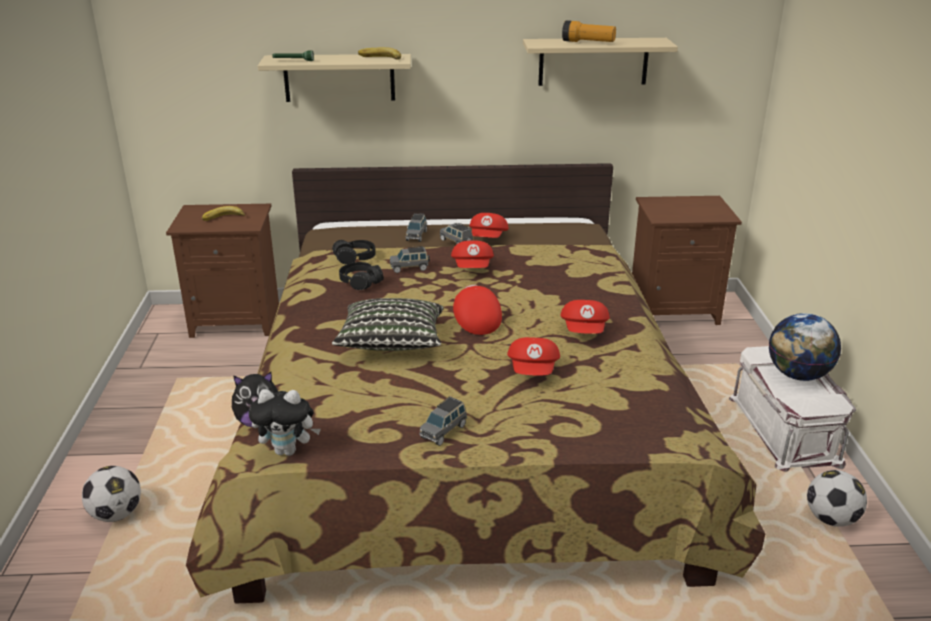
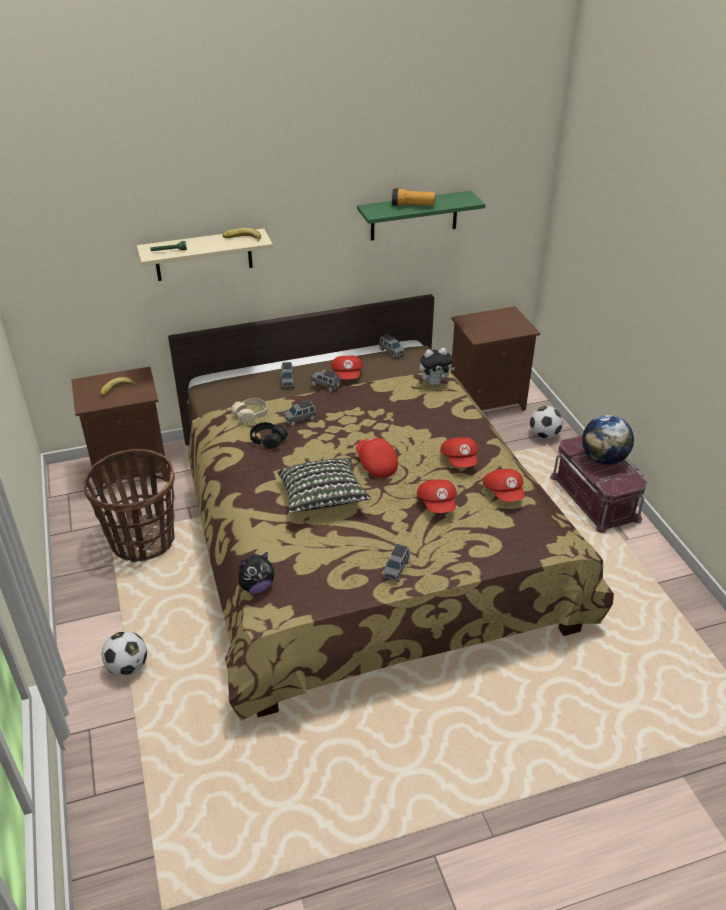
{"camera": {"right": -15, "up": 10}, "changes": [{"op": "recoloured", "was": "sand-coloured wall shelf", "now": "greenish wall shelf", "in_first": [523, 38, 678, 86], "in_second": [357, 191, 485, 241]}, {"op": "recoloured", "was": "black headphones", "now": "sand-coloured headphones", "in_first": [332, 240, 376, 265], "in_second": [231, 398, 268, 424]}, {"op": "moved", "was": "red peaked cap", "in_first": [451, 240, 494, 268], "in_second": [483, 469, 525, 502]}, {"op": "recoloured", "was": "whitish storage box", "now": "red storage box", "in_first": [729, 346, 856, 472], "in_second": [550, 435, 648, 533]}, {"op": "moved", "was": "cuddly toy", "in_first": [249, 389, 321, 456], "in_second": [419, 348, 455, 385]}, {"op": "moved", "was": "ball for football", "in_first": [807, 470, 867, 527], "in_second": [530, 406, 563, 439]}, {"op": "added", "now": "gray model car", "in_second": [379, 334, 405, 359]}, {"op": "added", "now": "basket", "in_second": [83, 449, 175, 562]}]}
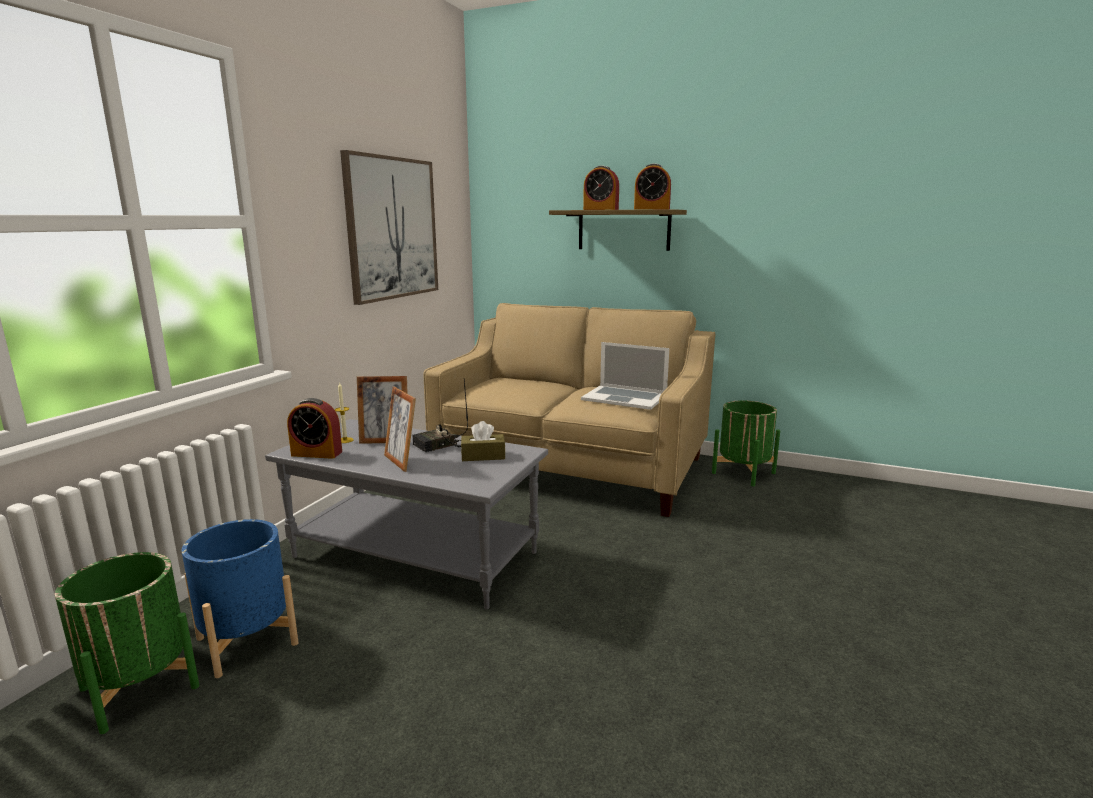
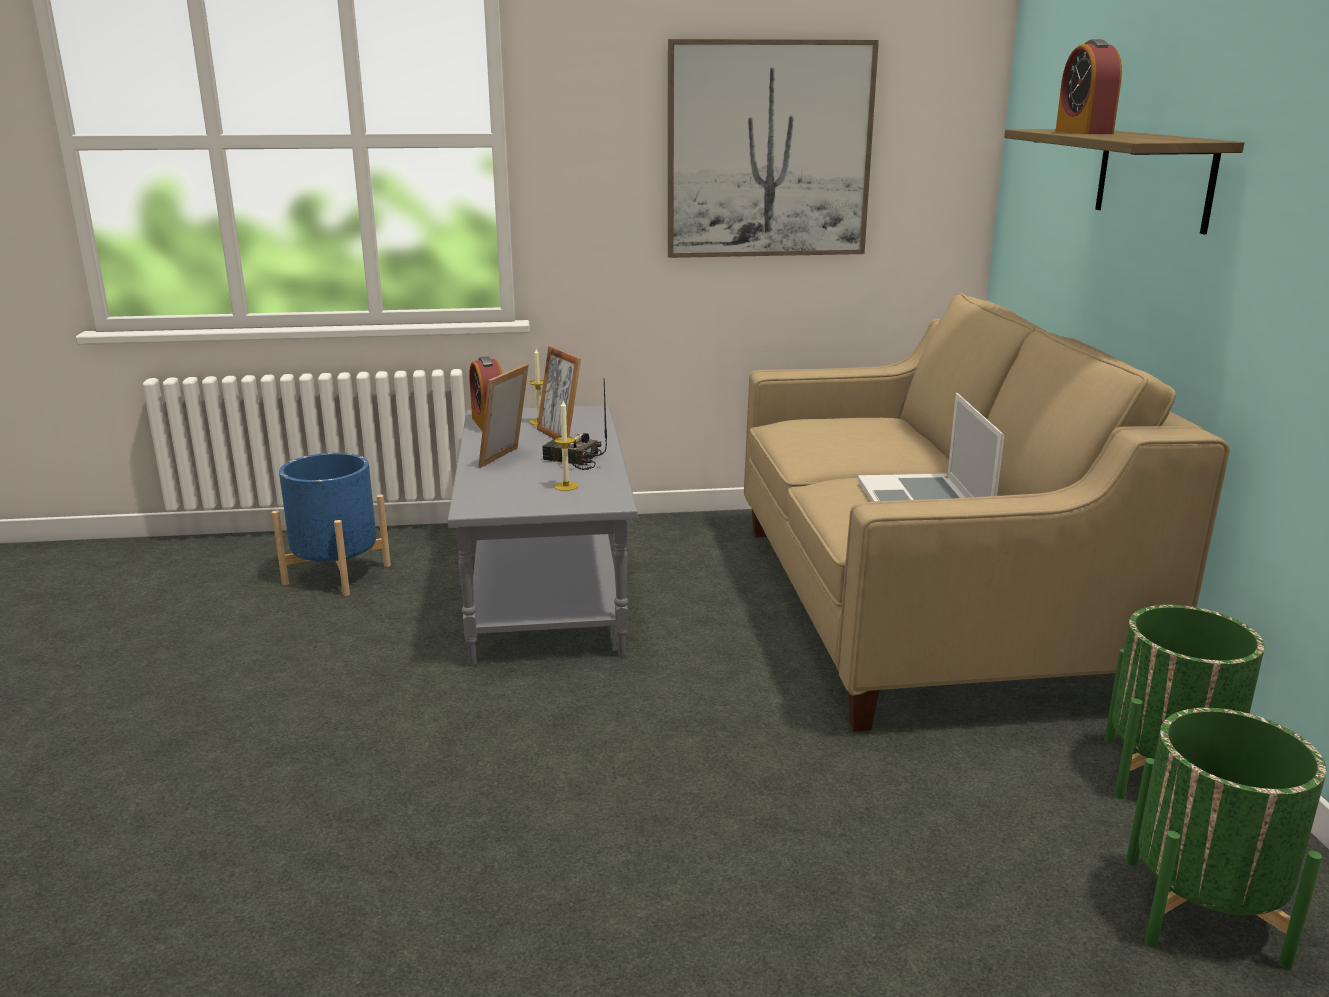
{"camera": {"right": 60, "up": 5}, "changes": [{"op": "removed", "was": "alarm clock", "in_first": [634, 163, 671, 210]}, {"op": "replaced", "was": "brown-coloured tissue box", "now": "wax candle", "in_first": [461, 421, 505, 461], "in_second": [554, 401, 578, 491]}, {"op": "moved", "was": "greenish planter", "in_first": [55, 552, 199, 734], "in_second": [1126, 708, 1327, 970]}]}
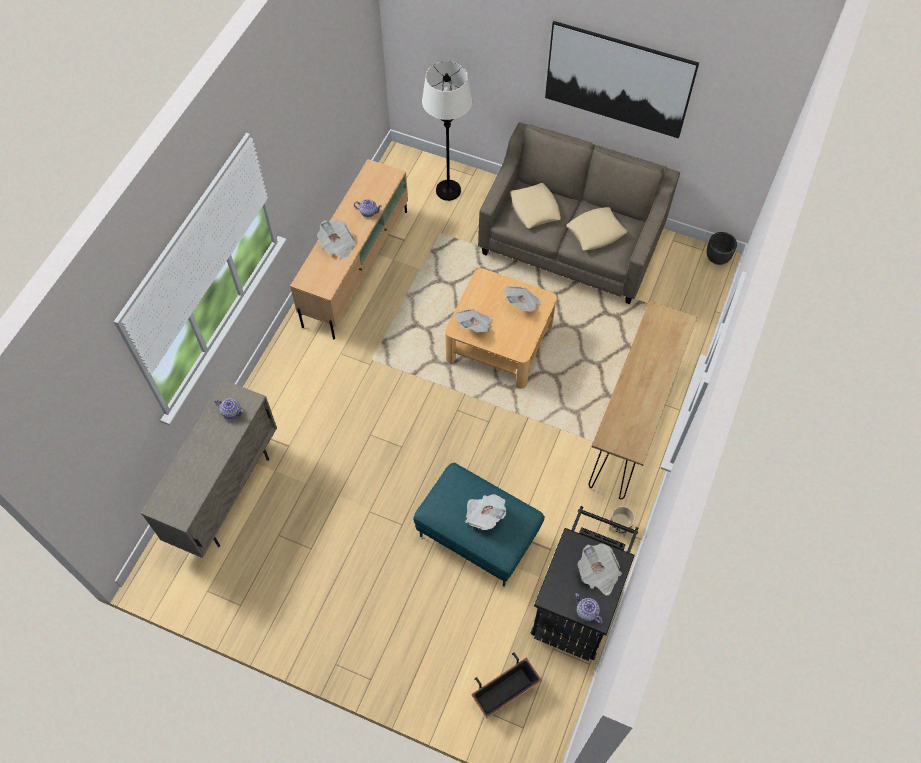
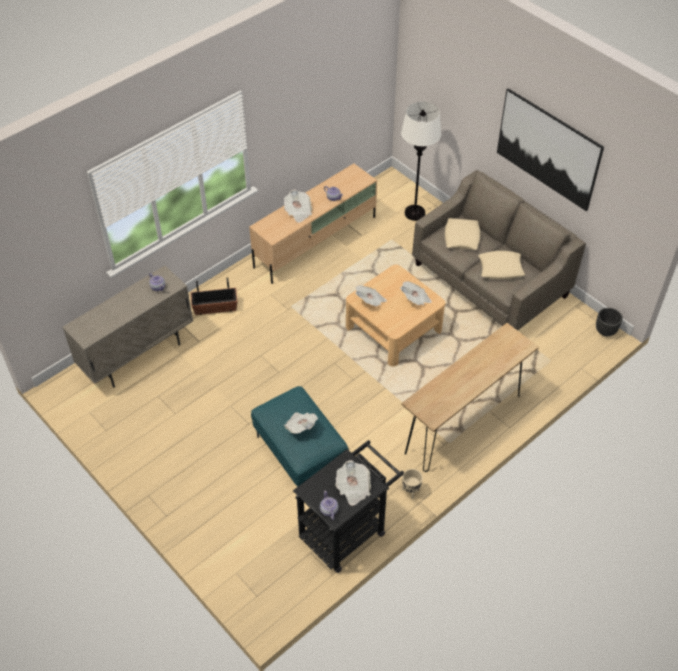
{"camera": {"right": 25, "up": -10}, "changes": [{"op": "moved", "was": "planter", "in_first": [471, 652, 542, 718], "in_second": [191, 278, 237, 315]}]}
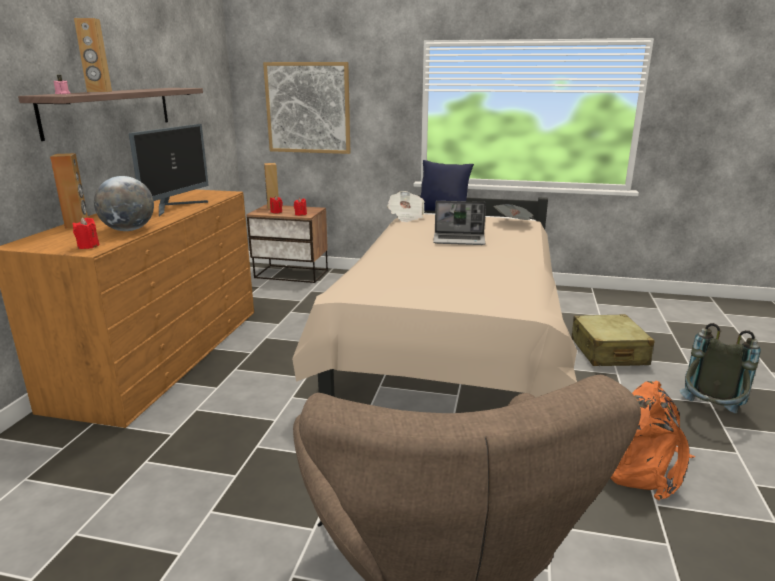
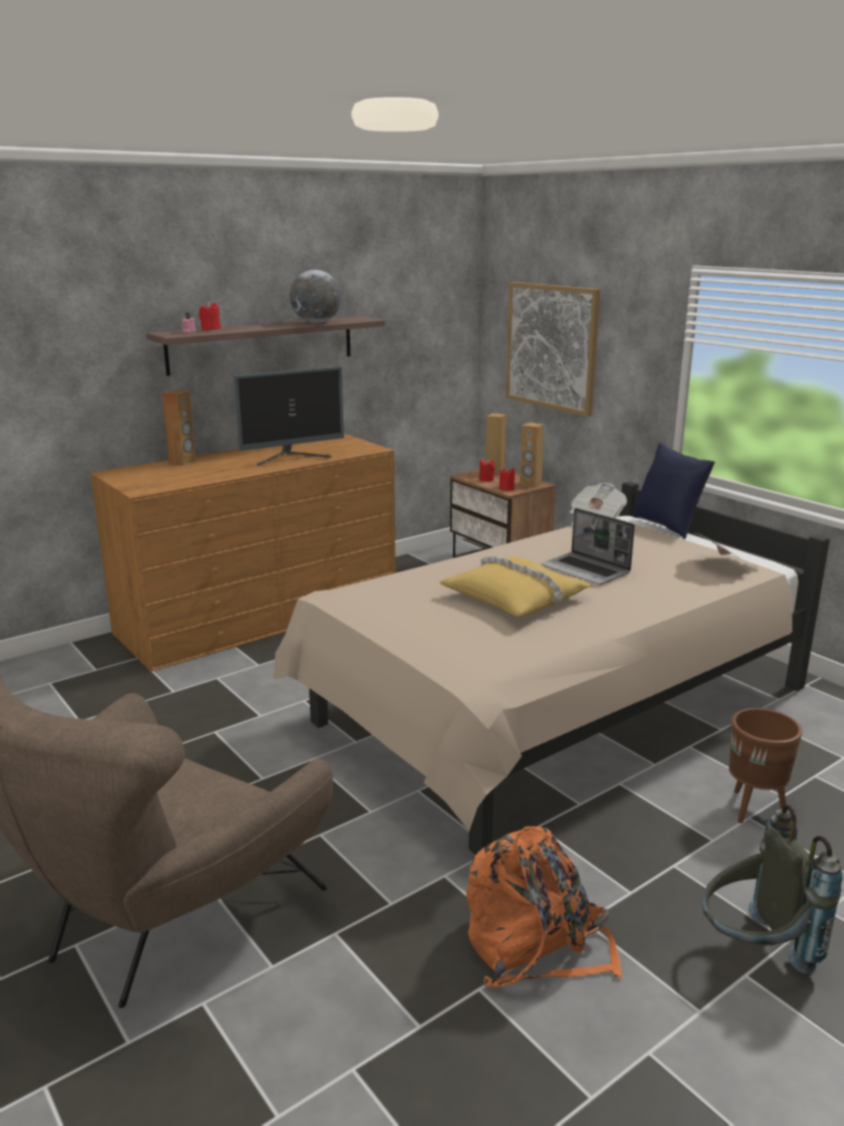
{"camera": {"right": 40, "up": 0}, "changes": [{"op": "moved", "was": "brown-coloured speaker", "in_first": [74, 18, 112, 92], "in_second": [520, 422, 544, 487]}, {"op": "moved", "was": "desk globe", "in_first": [94, 176, 154, 231], "in_second": [290, 270, 341, 323]}, {"op": "moved", "was": "red wax candle", "in_first": [73, 217, 100, 249], "in_second": [199, 302, 221, 330]}, {"op": "replaced", "was": "sand-coloured suitcase", "now": "brown-coloured planter", "in_first": [571, 314, 655, 366], "in_second": [729, 708, 802, 823]}, {"op": "added", "now": "yellowish pillow", "in_second": [439, 555, 591, 617]}]}
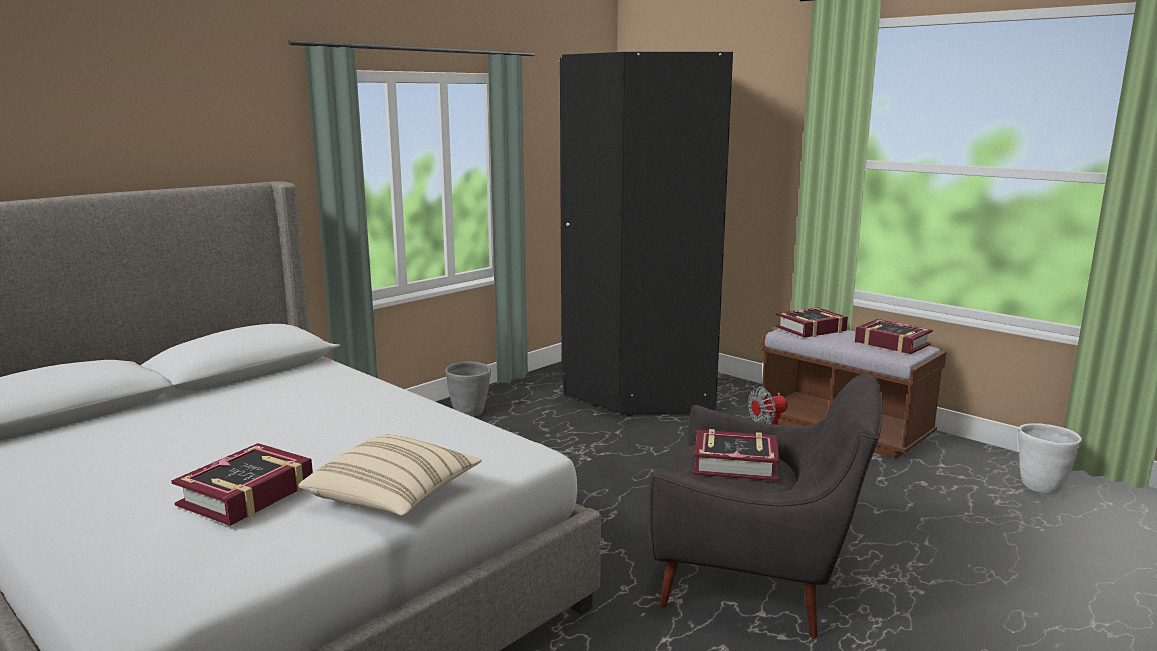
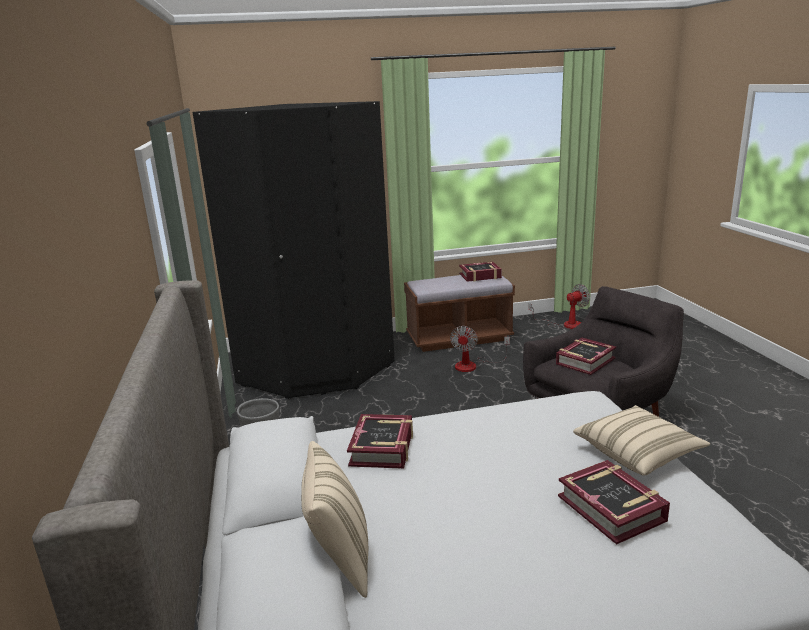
{"camera": {"right": -55, "up": 5}, "changes": [{"op": "moved", "was": "bound book", "in_first": [775, 307, 848, 338], "in_second": [347, 414, 413, 469]}, {"op": "replaced", "was": "whitish planter", "now": "cooling fan", "in_first": [1018, 423, 1082, 494], "in_second": [529, 284, 590, 329]}, {"op": "added", "now": "sand-coloured pillow", "in_second": [301, 441, 368, 598]}]}
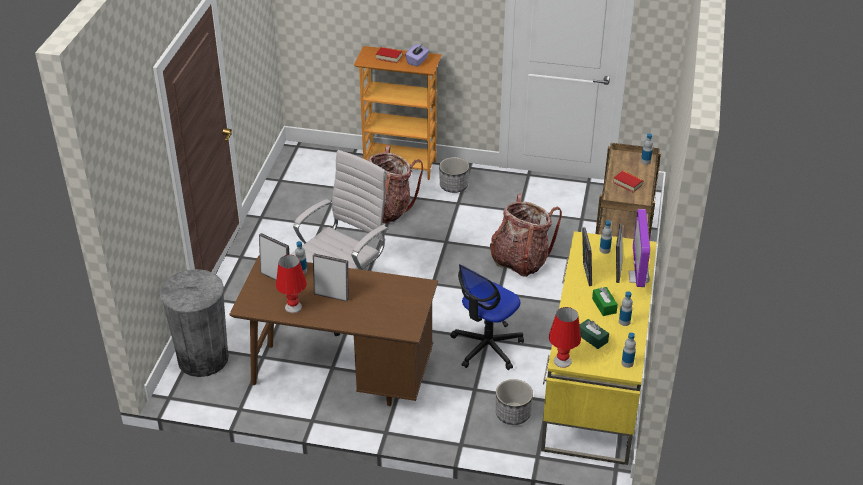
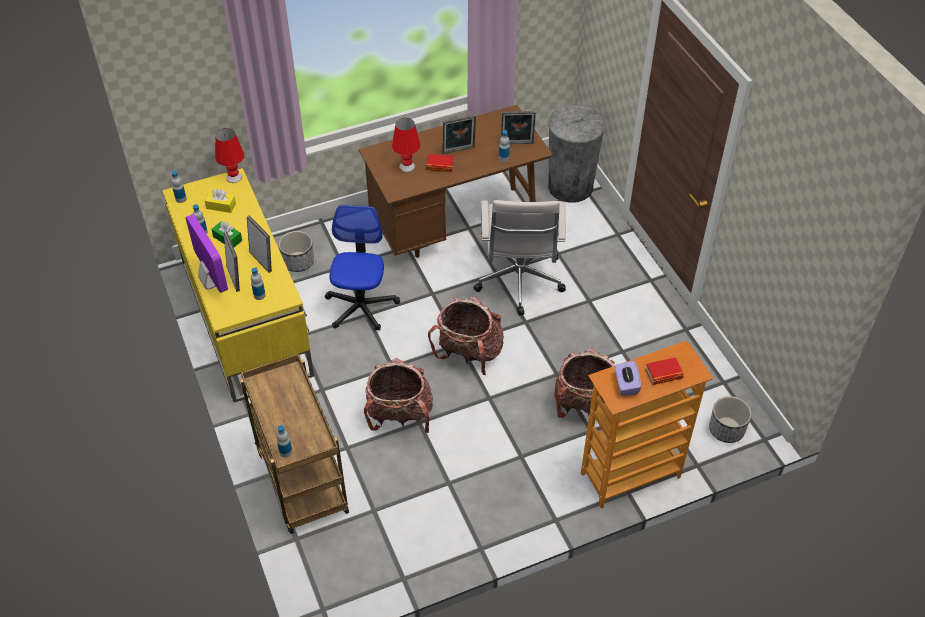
{"camera": {"right": 145, "up": 10}, "changes": [{"op": "moved", "was": "planter", "in_first": [439, 157, 469, 193], "in_second": [709, 396, 752, 443]}, {"op": "moved", "was": "bound book", "in_first": [613, 171, 643, 192], "in_second": [426, 154, 454, 172]}, {"op": "moved", "was": "red lamp for a table", "in_first": [276, 255, 307, 313], "in_second": [392, 118, 420, 172]}, {"op": "recoloured", "was": "greenish tissue box", "now": "yellowish tissue box", "in_first": [580, 319, 609, 349], "in_second": [205, 189, 236, 213]}, {"op": "added", "now": "knapsack", "in_second": [428, 297, 504, 376]}]}
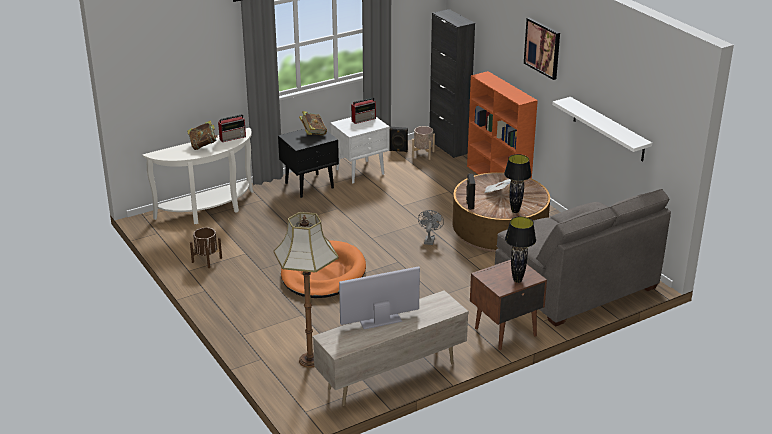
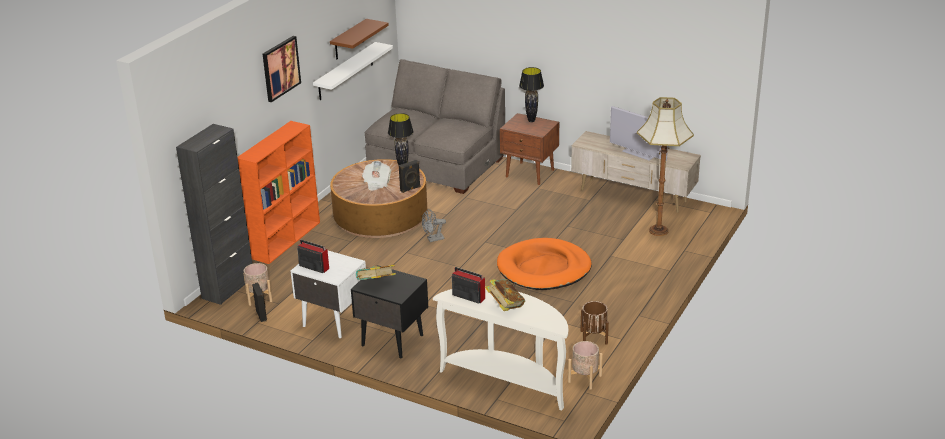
{"camera": {"right": -120, "up": 0}, "changes": [{"op": "added", "now": "brown-coloured wall shelf", "in_second": [330, 19, 389, 59]}, {"op": "added", "now": "sand-coloured planter", "in_second": [568, 341, 603, 390]}]}
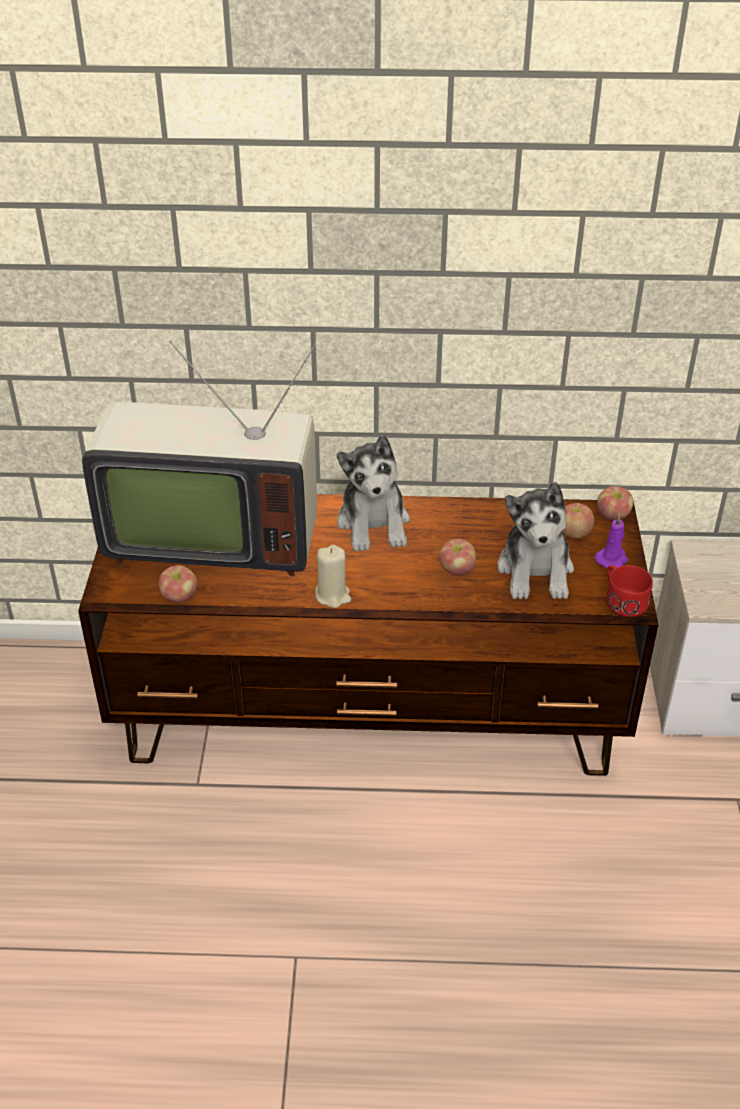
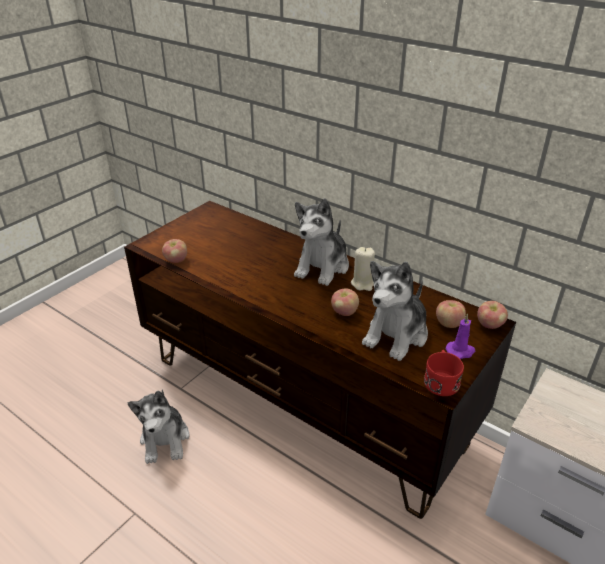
{"camera": {"right": 35, "up": -5}, "changes": [{"op": "removed", "was": "TV set", "in_first": [82, 341, 317, 576]}, {"op": "moved", "was": "sand-coloured wax candle", "in_first": [315, 545, 351, 608], "in_second": [351, 247, 375, 291]}, {"op": "added", "now": "cuddly toy", "in_second": [127, 390, 190, 464]}]}
